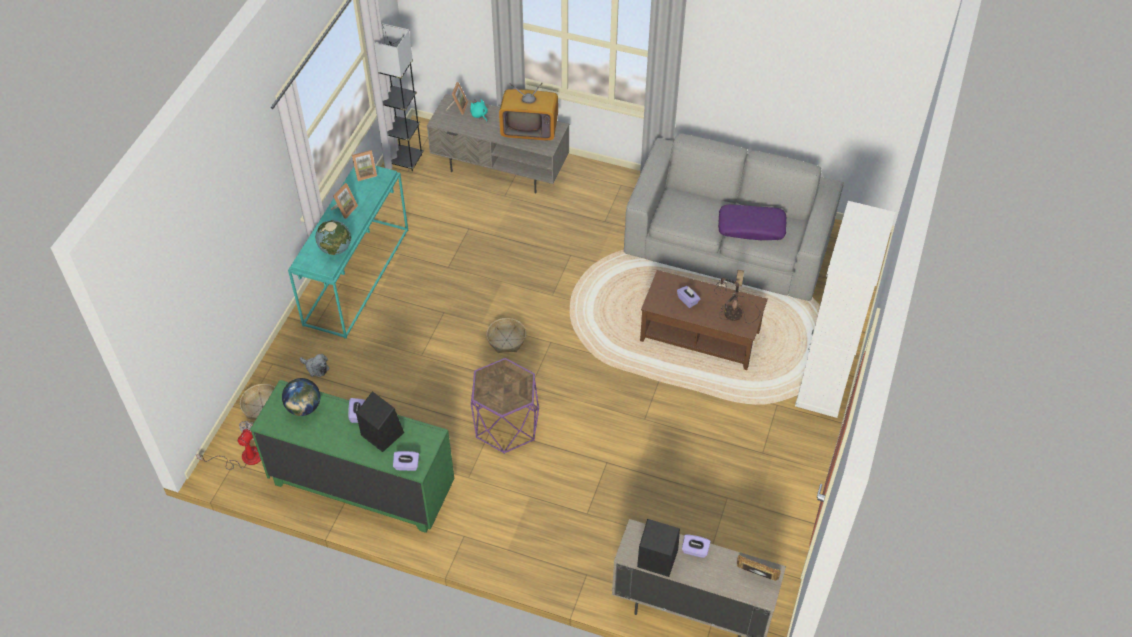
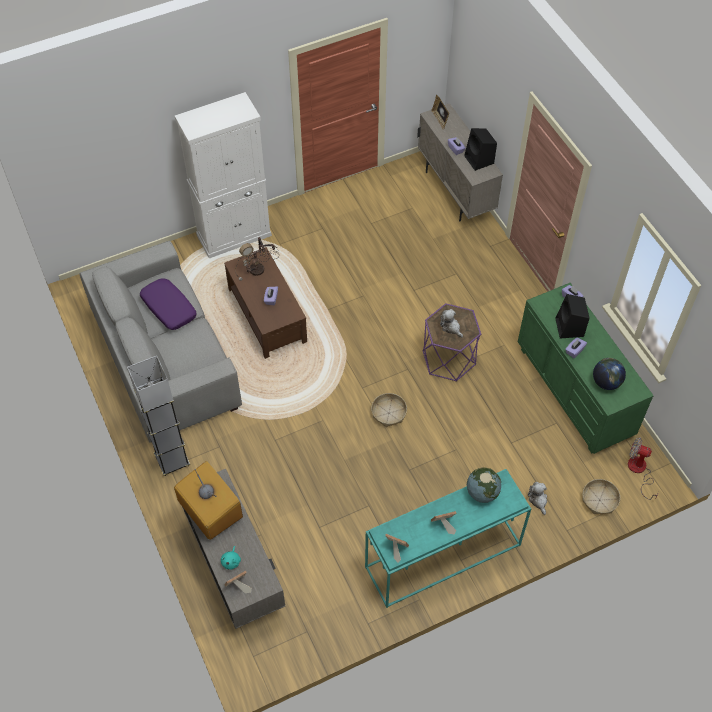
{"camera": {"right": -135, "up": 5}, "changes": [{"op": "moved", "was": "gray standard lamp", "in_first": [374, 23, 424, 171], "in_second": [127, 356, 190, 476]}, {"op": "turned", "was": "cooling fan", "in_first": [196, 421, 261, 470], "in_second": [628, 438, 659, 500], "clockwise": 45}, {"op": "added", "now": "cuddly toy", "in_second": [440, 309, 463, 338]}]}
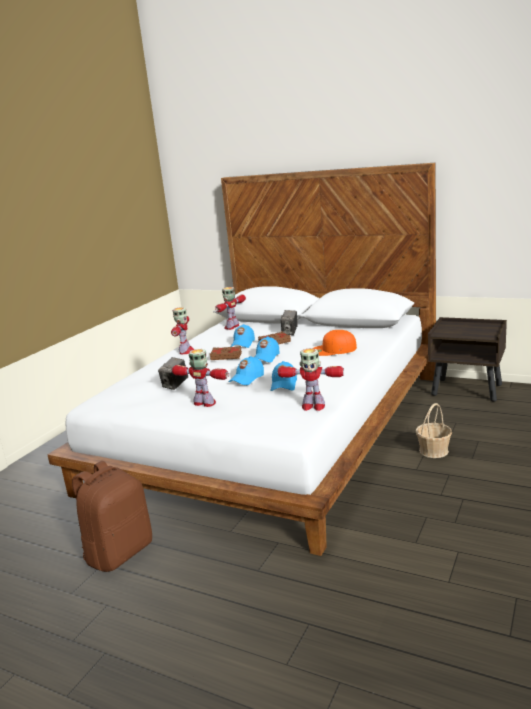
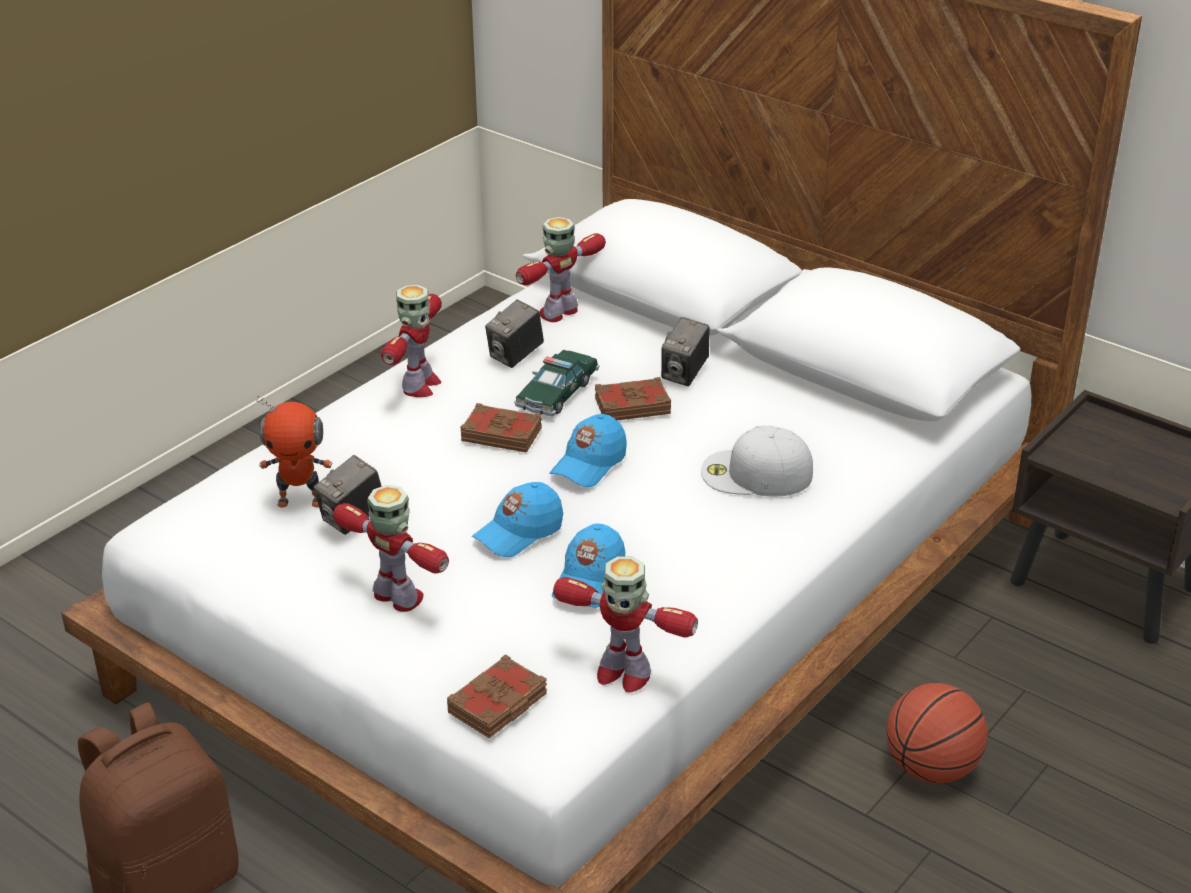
{"camera": {"right": 10, "up": 15}, "changes": [{"op": "replaced", "was": "blue-coloured peaked cap", "now": "model car", "in_first": [231, 324, 255, 348], "in_second": [514, 350, 599, 417]}, {"op": "recoloured", "was": "orange-coloured peaked cap", "now": "whitish peaked cap", "in_first": [313, 330, 357, 356], "in_second": [701, 426, 813, 497]}, {"op": "replaced", "was": "basket", "now": "ball for basketball", "in_first": [416, 403, 452, 458], "in_second": [886, 683, 988, 784]}, {"op": "added", "now": "still camera", "in_second": [485, 300, 544, 368]}, {"op": "added", "now": "robot figure", "in_second": [257, 395, 333, 507]}, {"op": "added", "now": "brown-coloured bound book", "in_second": [447, 654, 547, 738]}]}
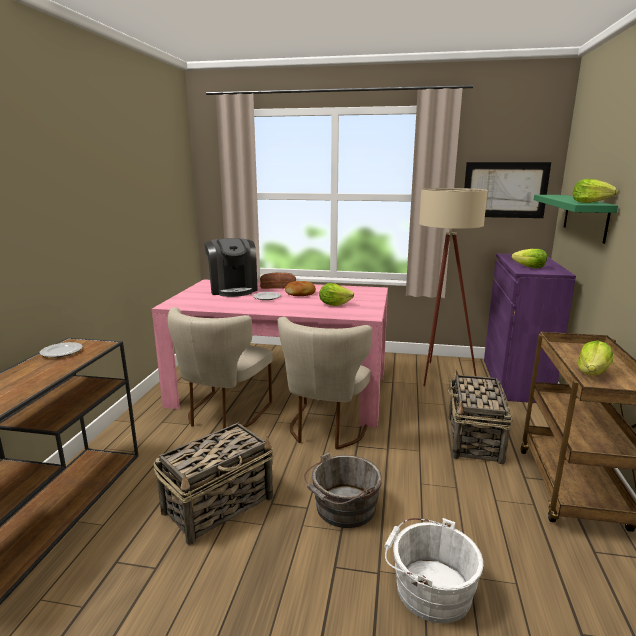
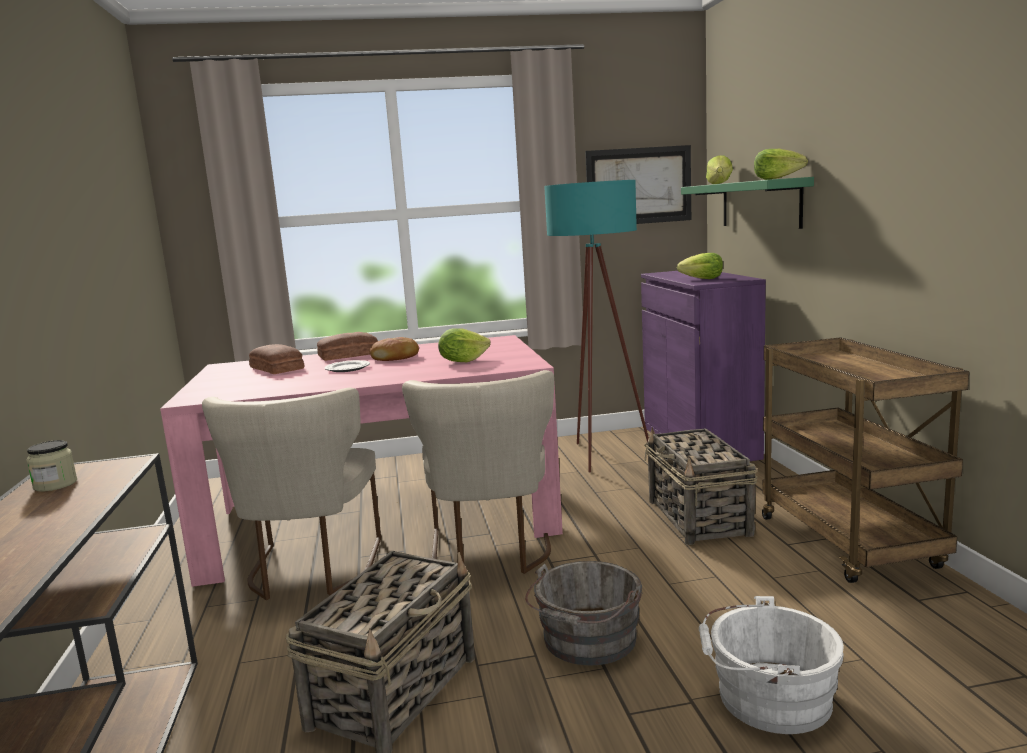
{"camera": {"right": -20, "up": -5}, "changes": [{"op": "recoloured", "was": "sand-coloured standard lamp", "now": "turquoise-coloured standard lamp", "in_first": [419, 188, 488, 387], "in_second": [544, 180, 649, 472]}, {"op": "replaced", "was": "coffee brewer", "now": "bakery bread", "in_first": [204, 238, 258, 297], "in_second": [249, 344, 305, 374]}, {"op": "moved", "was": "head of lettuce", "in_first": [577, 341, 613, 375], "in_second": [706, 155, 733, 184]}, {"op": "replaced", "was": "dinner plate", "now": "jar", "in_first": [39, 342, 82, 357], "in_second": [27, 440, 77, 492]}]}
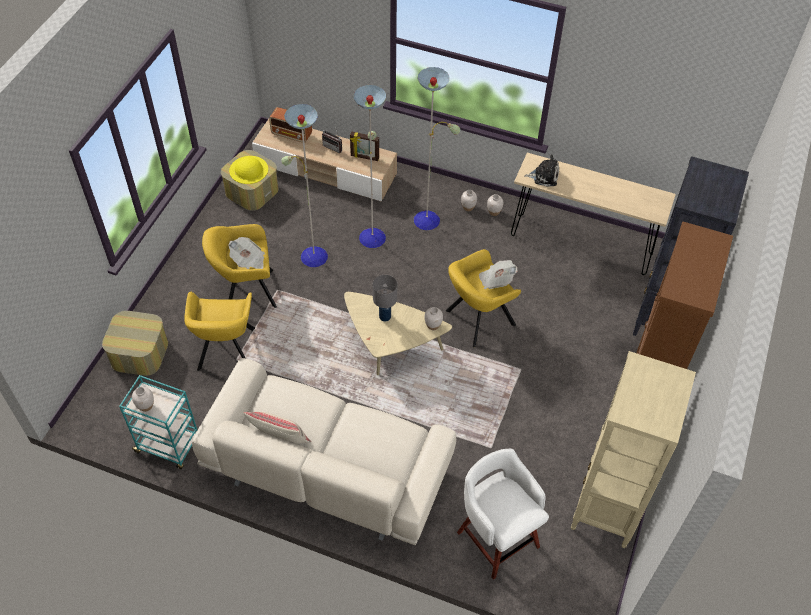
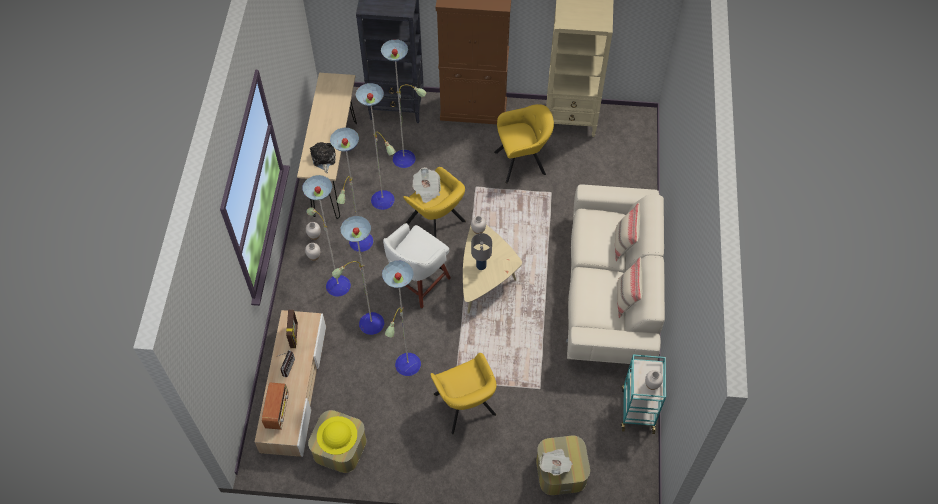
{"camera": {"right": -105, "up": 5}, "changes": [{"op": "moved", "was": "newspaper", "in_first": [228, 237, 265, 269], "in_second": [539, 449, 573, 476]}, {"op": "moved", "was": "yellowish armchair", "in_first": [184, 292, 255, 371], "in_second": [494, 104, 554, 183]}, {"op": "moved", "was": "whitish stool", "in_first": [457, 449, 549, 580], "in_second": [383, 223, 451, 308]}, {"op": "added", "now": "standard lamp", "in_second": [330, 40, 426, 252]}, {"op": "added", "now": "sand-coloured pillow", "in_second": [615, 203, 640, 262]}]}
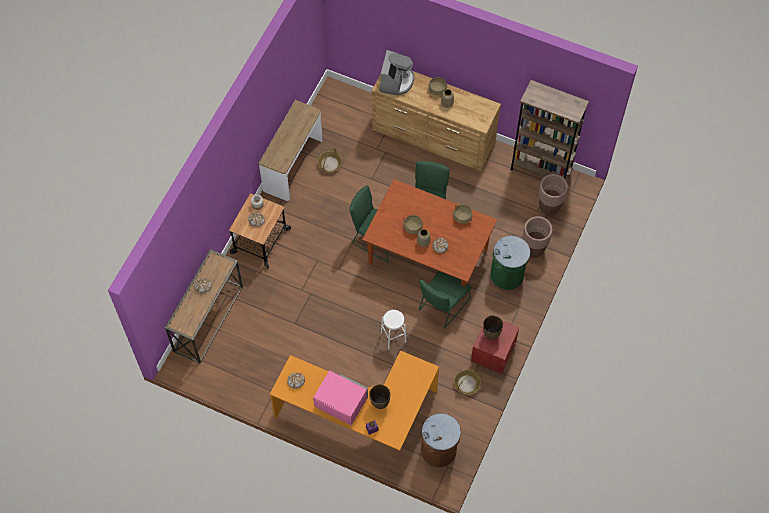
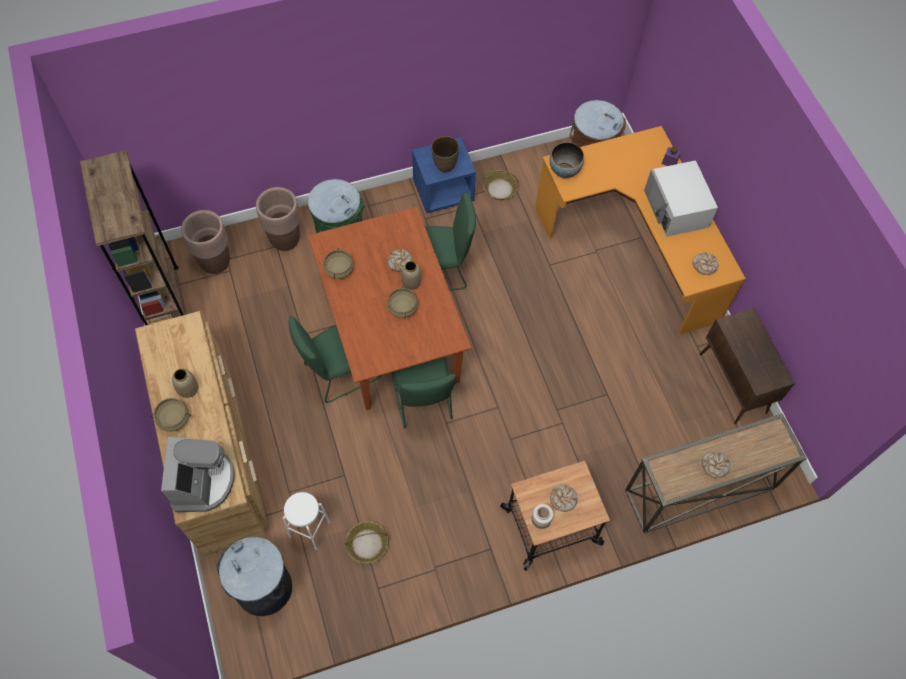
{"camera": {"right": -135, "up": 0}, "changes": [{"op": "turned", "was": "coffee brewer", "in_first": [379, 50, 414, 95], "in_second": [161, 437, 234, 512], "clockwise": 120}, {"op": "removed", "was": "hall table", "in_first": [259, 100, 323, 201]}, {"op": "moved", "was": "whitish stool", "in_first": [381, 310, 406, 349], "in_second": [283, 492, 331, 550]}, {"op": "recoloured", "was": "red bedside table", "now": "blue-coloured bedside table", "in_first": [471, 315, 519, 374], "in_second": [412, 137, 476, 214]}, {"op": "recoloured", "was": "pink-coloured microwave oven", "now": "whitish microwave oven", "in_first": [313, 370, 368, 425], "in_second": [644, 160, 718, 237]}, {"op": "removed", "was": "brown-coloured vase", "in_first": [369, 384, 390, 409]}, {"op": "added", "now": "bowl", "in_second": [550, 142, 584, 178]}, {"op": "added", "now": "brown-coloured cupboard", "in_second": [699, 308, 795, 424]}, {"op": "added", "now": "gray trash can", "in_second": [217, 537, 292, 616]}]}
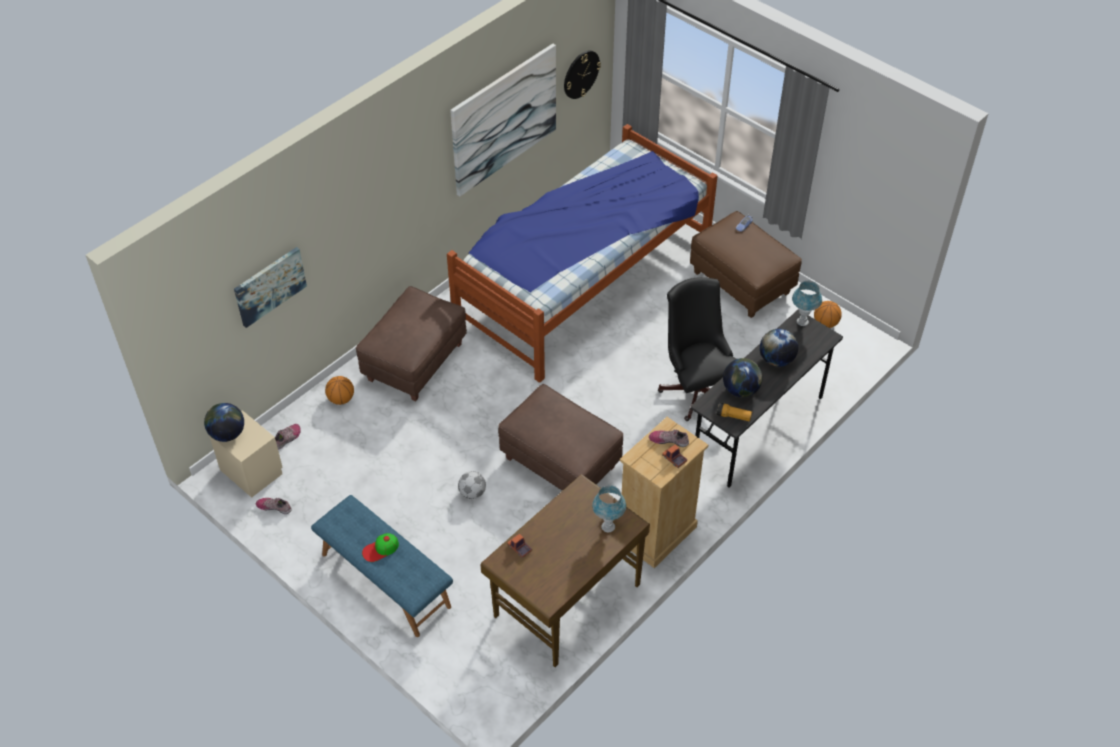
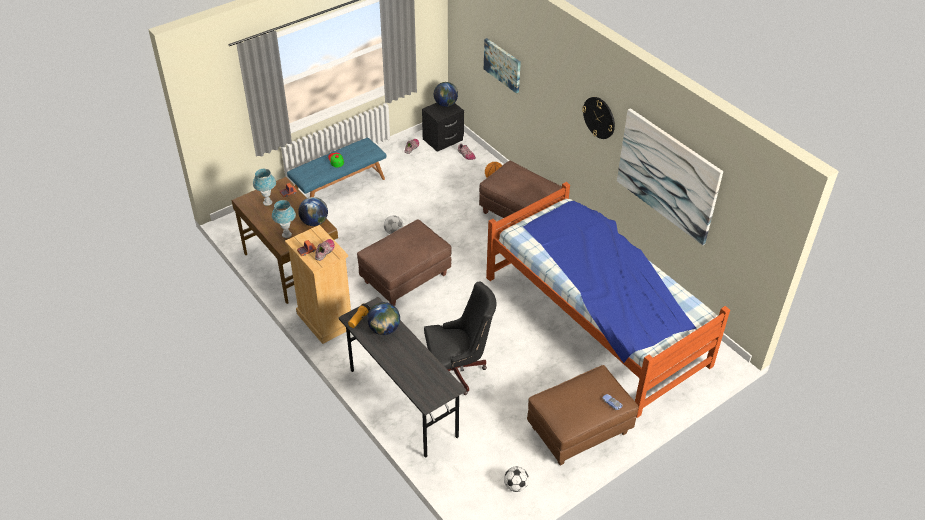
{"camera": {"right": 100, "up": -5}, "changes": [{"op": "moved", "was": "hanging clock", "in_first": [564, 51, 601, 99], "in_second": [582, 97, 615, 139]}, {"op": "moved", "was": "blue-coloured lamp for a table", "in_first": [792, 281, 822, 326], "in_second": [253, 169, 276, 206]}, {"op": "replaced", "was": "ball for basketball", "now": "ball for football", "in_first": [814, 301, 842, 328], "in_second": [504, 467, 529, 492]}, {"op": "moved", "was": "desk globe", "in_first": [760, 328, 798, 367], "in_second": [298, 197, 328, 226]}, {"op": "recoloured", "was": "sand-coloured bedside table", "now": "black bedside table", "in_first": [210, 410, 283, 498], "in_second": [422, 103, 464, 152]}]}
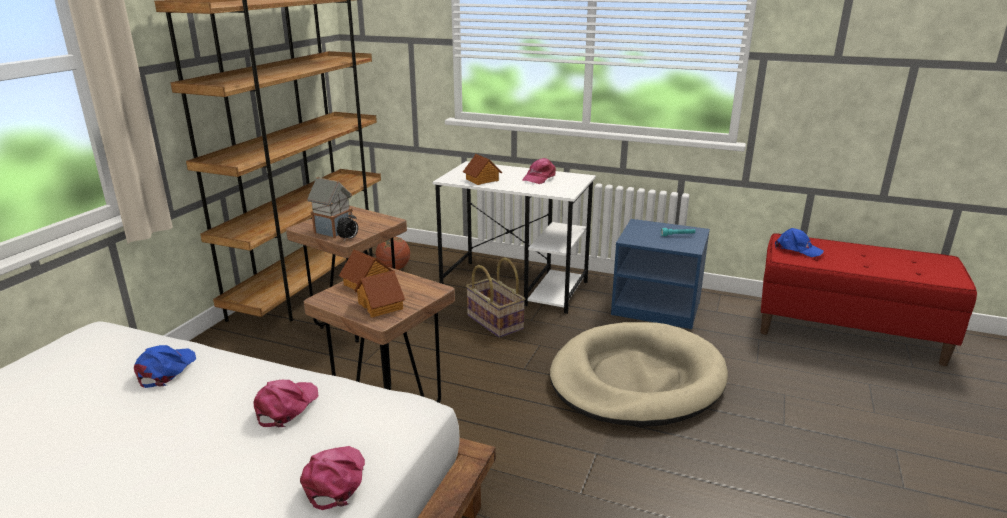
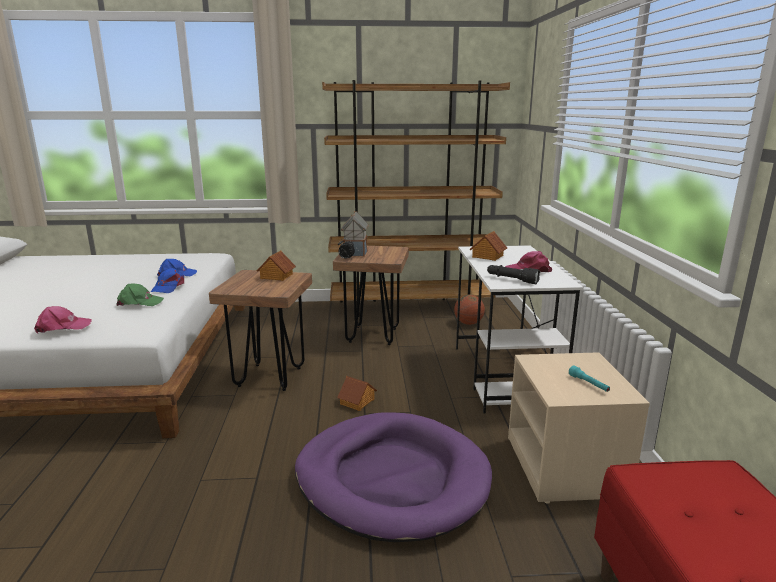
{"camera": {"right": 65, "up": -5}, "changes": [{"op": "recoloured", "was": "blue-coloured bedside table", "now": "sand-coloured bedside table", "in_first": [611, 219, 710, 329], "in_second": [508, 352, 650, 504]}, {"op": "moved", "was": "blue-coloured peaked cap", "in_first": [775, 228, 824, 257], "in_second": [151, 268, 184, 293]}, {"op": "removed", "was": "basket", "in_first": [466, 257, 525, 338]}, {"op": "moved", "was": "toy house", "in_first": [354, 270, 405, 318], "in_second": [337, 376, 377, 411]}, {"op": "recoloured", "was": "sand-coloured dog bed", "now": "purple-coloured dog bed", "in_first": [550, 322, 728, 427], "in_second": [295, 412, 492, 542]}, {"op": "recoloured", "was": "pink-coloured peaked cap", "now": "greenish peaked cap", "in_first": [254, 380, 319, 427], "in_second": [116, 284, 164, 306]}, {"op": "added", "now": "black hand torch", "in_second": [487, 265, 540, 284]}]}
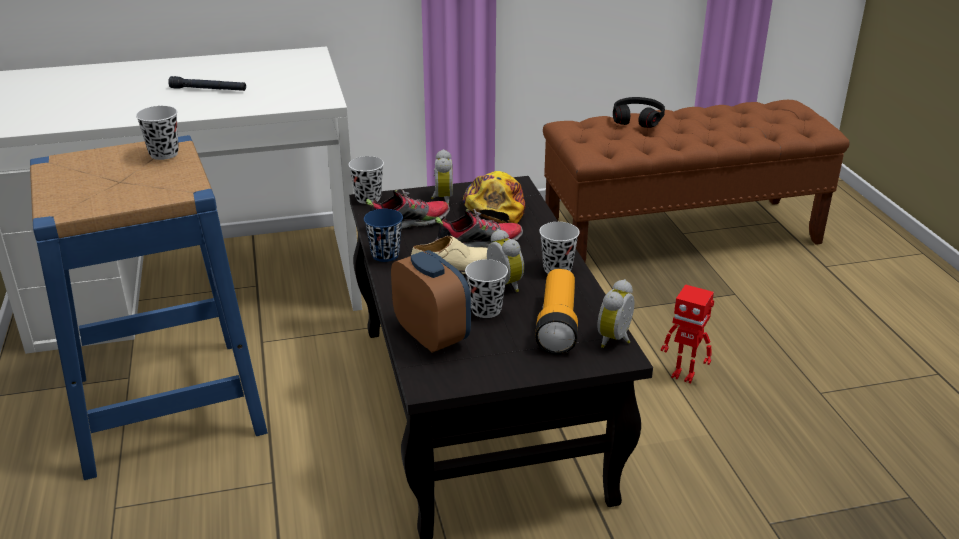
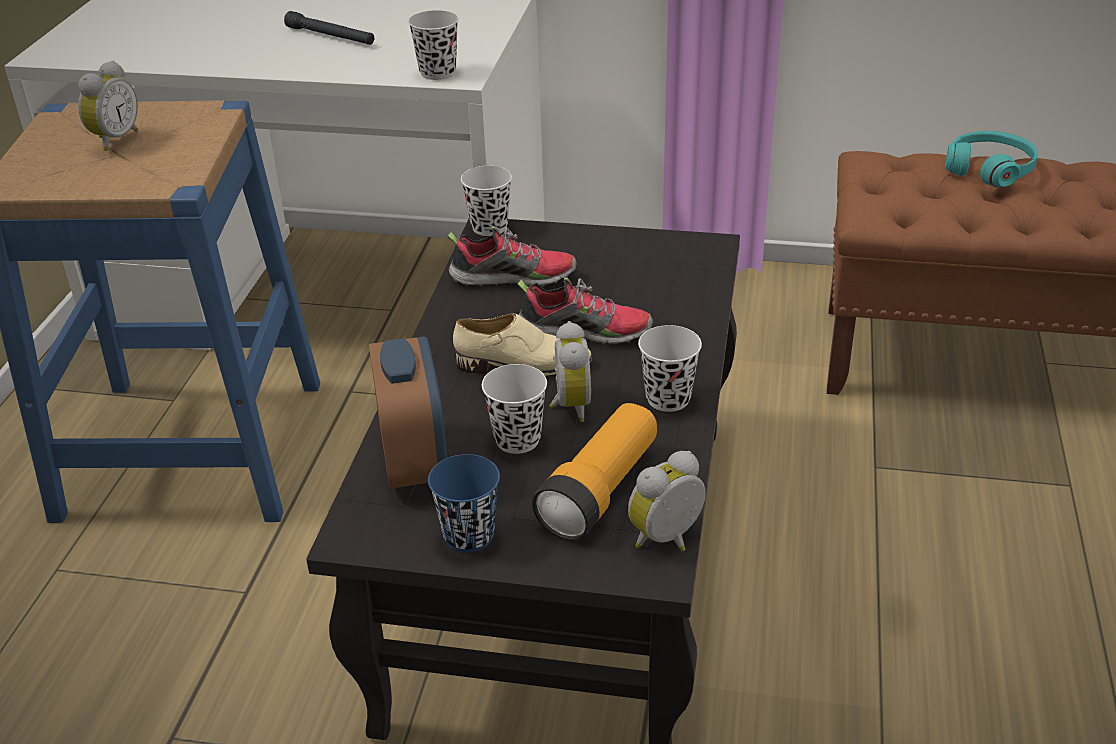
{"camera": {"right": 25, "up": 5}, "changes": [{"op": "recoloured", "was": "black headphones", "now": "turquoise-coloured headphones", "in_first": [613, 97, 665, 128], "in_second": [945, 131, 1038, 187]}, {"op": "moved", "was": "black small cup", "in_first": [136, 106, 179, 160], "in_second": [408, 10, 459, 80]}, {"op": "moved", "was": "alarm clock", "in_first": [431, 149, 453, 204], "in_second": [78, 61, 138, 151]}, {"op": "removed", "was": "peaked cap", "in_first": [462, 171, 526, 223]}, {"op": "moved", "was": "blue-coloured small cup", "in_first": [364, 209, 403, 262], "in_second": [428, 454, 500, 553]}, {"op": "removed", "was": "robot figure", "in_first": [661, 284, 714, 383]}]}
